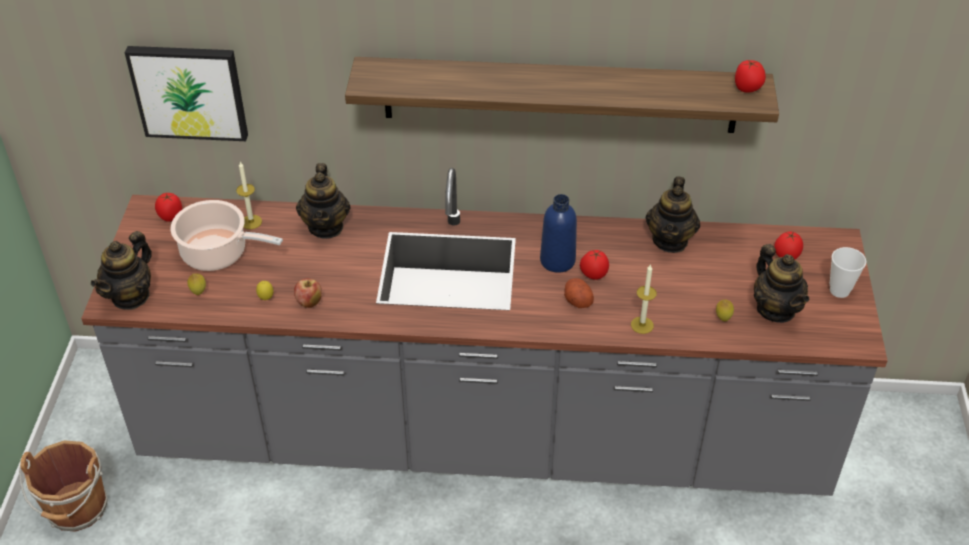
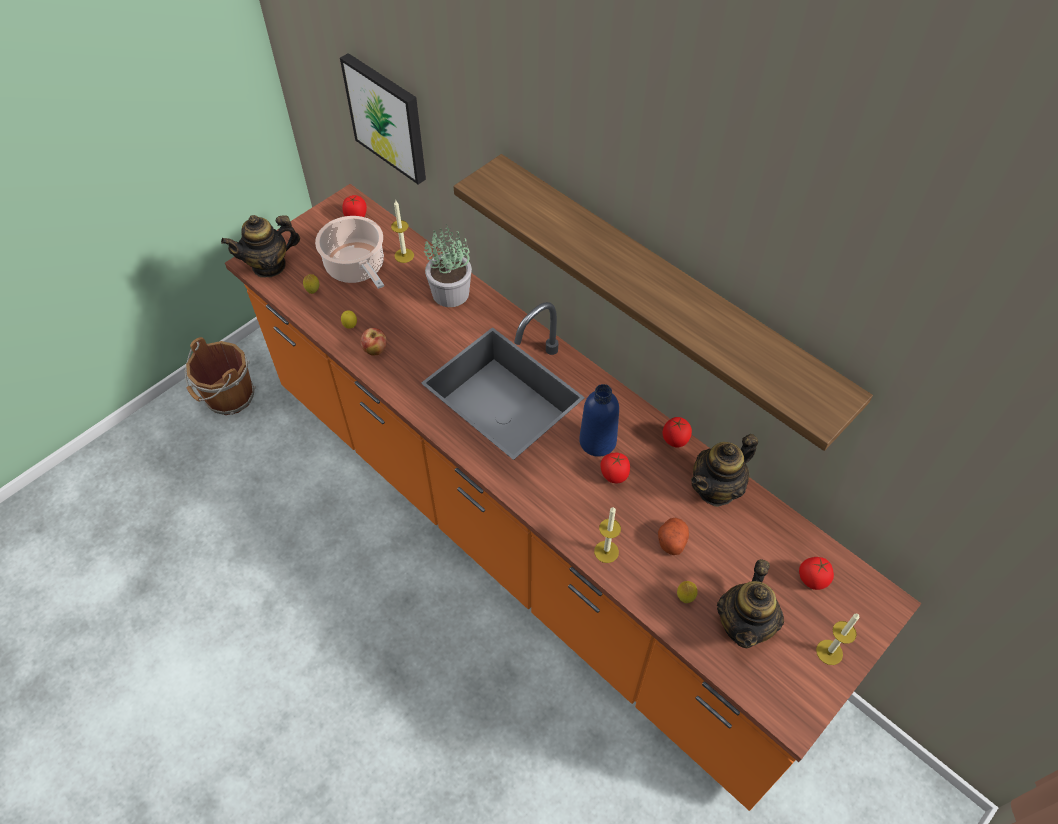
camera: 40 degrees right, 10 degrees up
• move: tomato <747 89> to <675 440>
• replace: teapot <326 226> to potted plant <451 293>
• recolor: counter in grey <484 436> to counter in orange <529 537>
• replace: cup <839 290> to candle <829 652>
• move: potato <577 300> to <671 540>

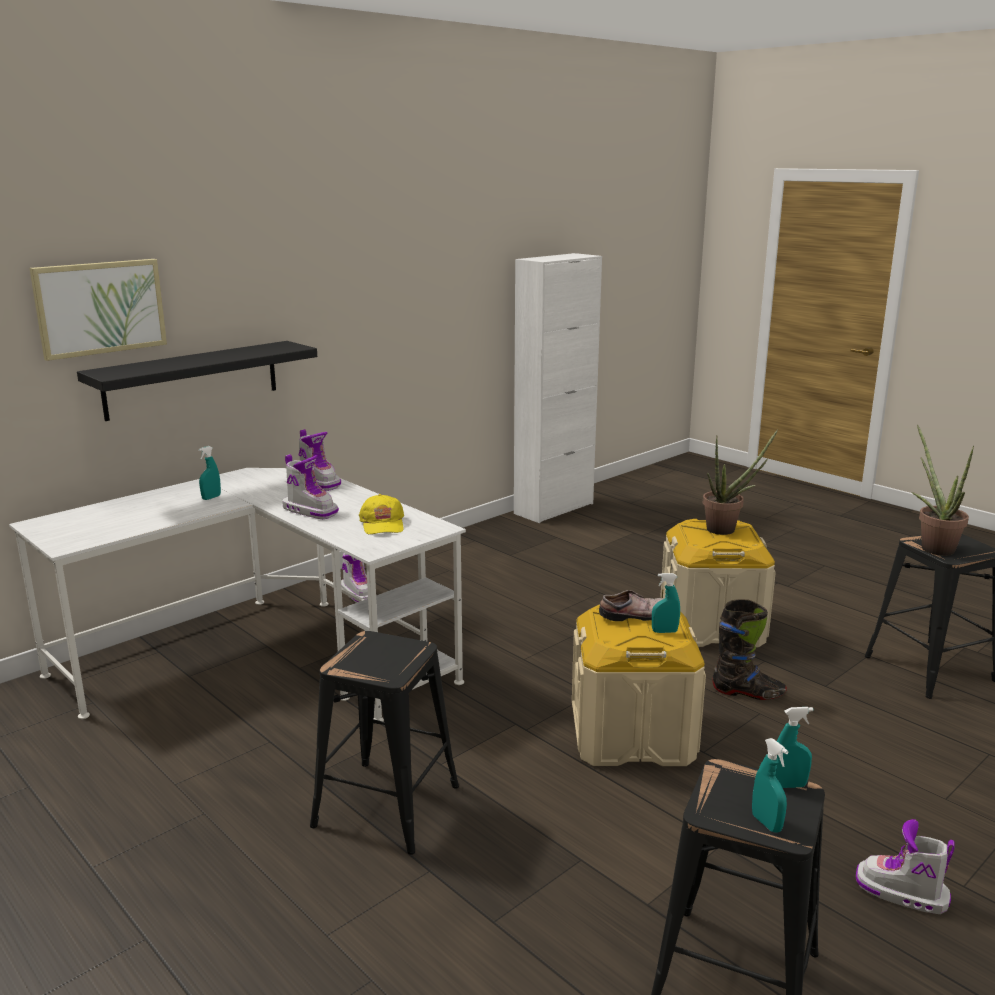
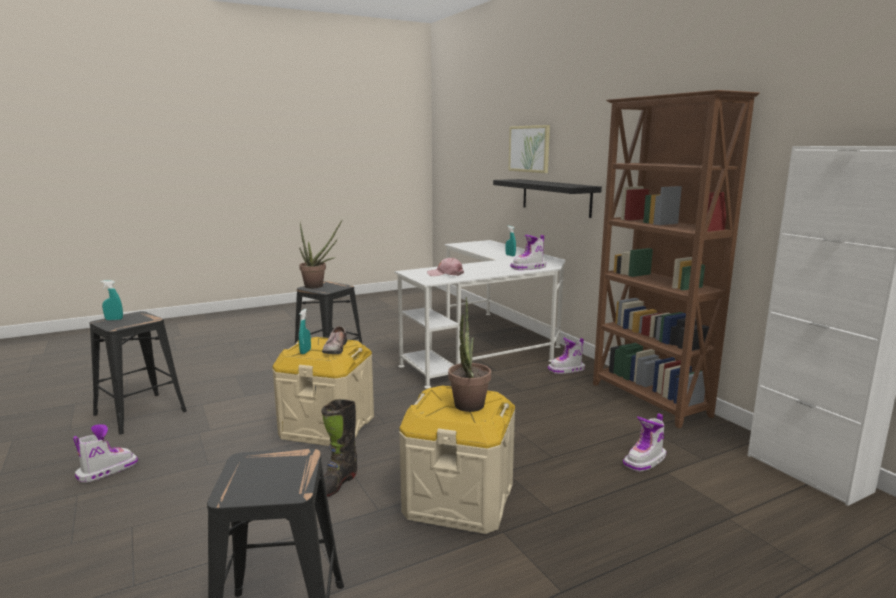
camera: 105 degrees right, 5 degrees down
• move: potted plant <932 546> to <318 286>
• move: boot <310 511> to <645 461>
• recolor: cap in yellow <382 524> to cap in pink <445 274>
• delete: spray bottle in turquoise <788 785>
• insert: bookcase in brown <649 400>

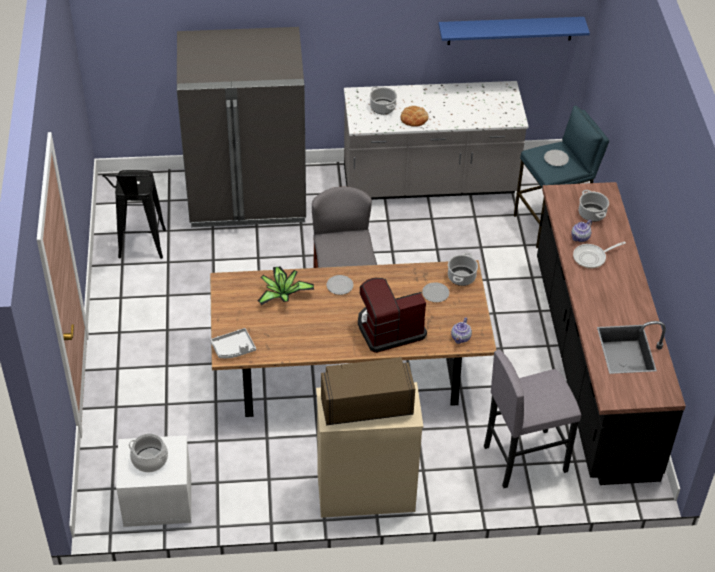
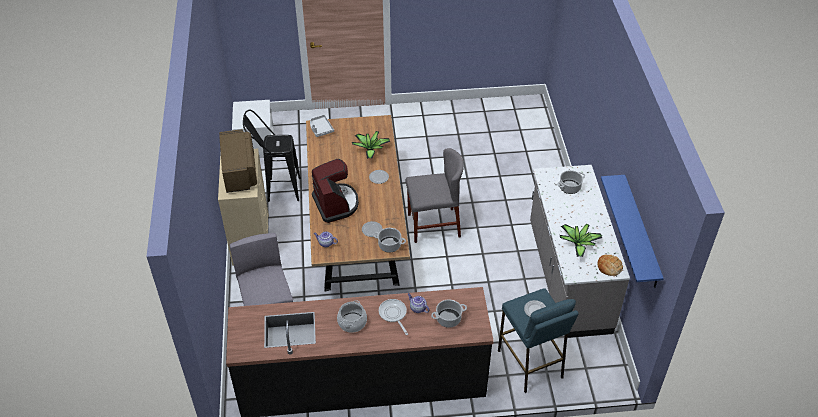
camera: 90 degrees right, 0 degrees up
• delete: fridge in grey <247 197>
• move: bread <414 118> to <609 267>
• move: stool in black <141 250> to <277 190>
• move: cooking pot <150 459> to <352 322>
• insert: potted plant <578 244>

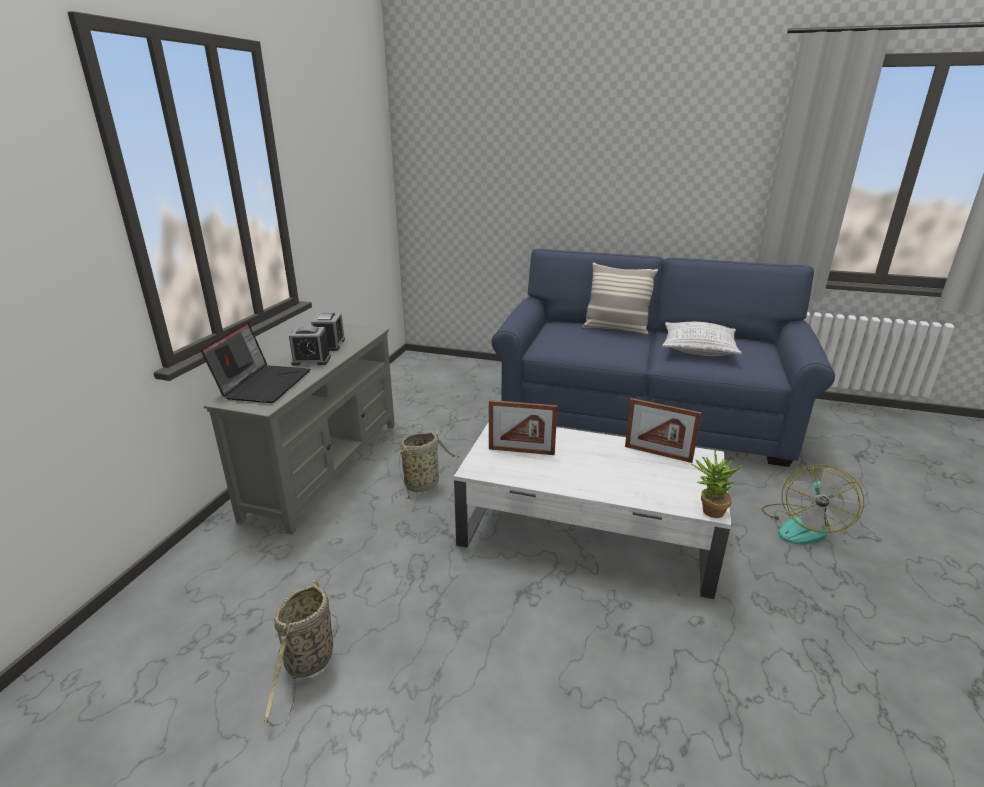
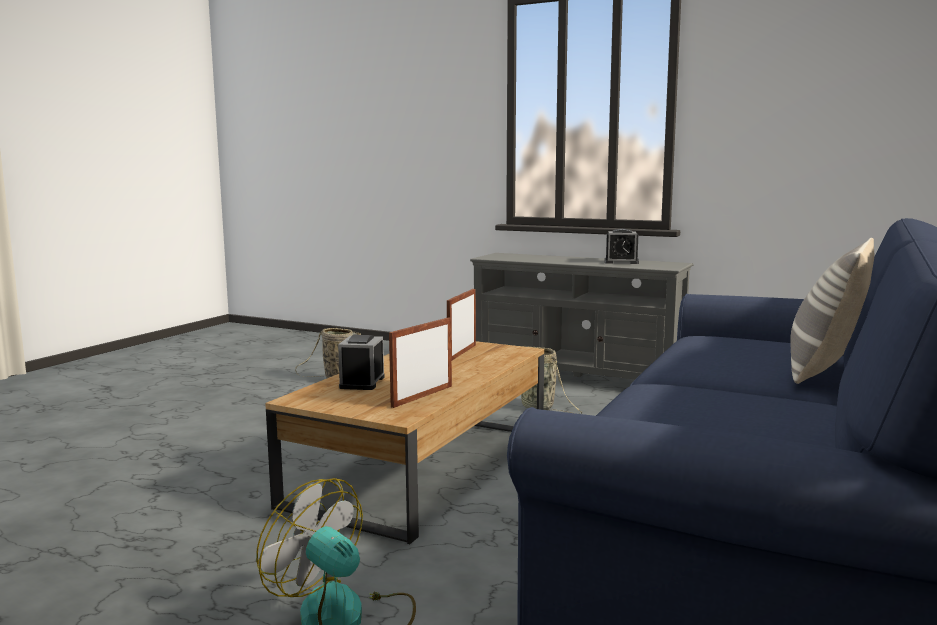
camera: 100 degrees right, 15 degrees down
• delete: laptop <263 384>
• delete: pillow <698 349>
• move: alarm clock <311 360> to <362 382>
• recolor: coffee table in white <588 531> to coffee table in brown <422 467>
• delete: potted plant <708 510>

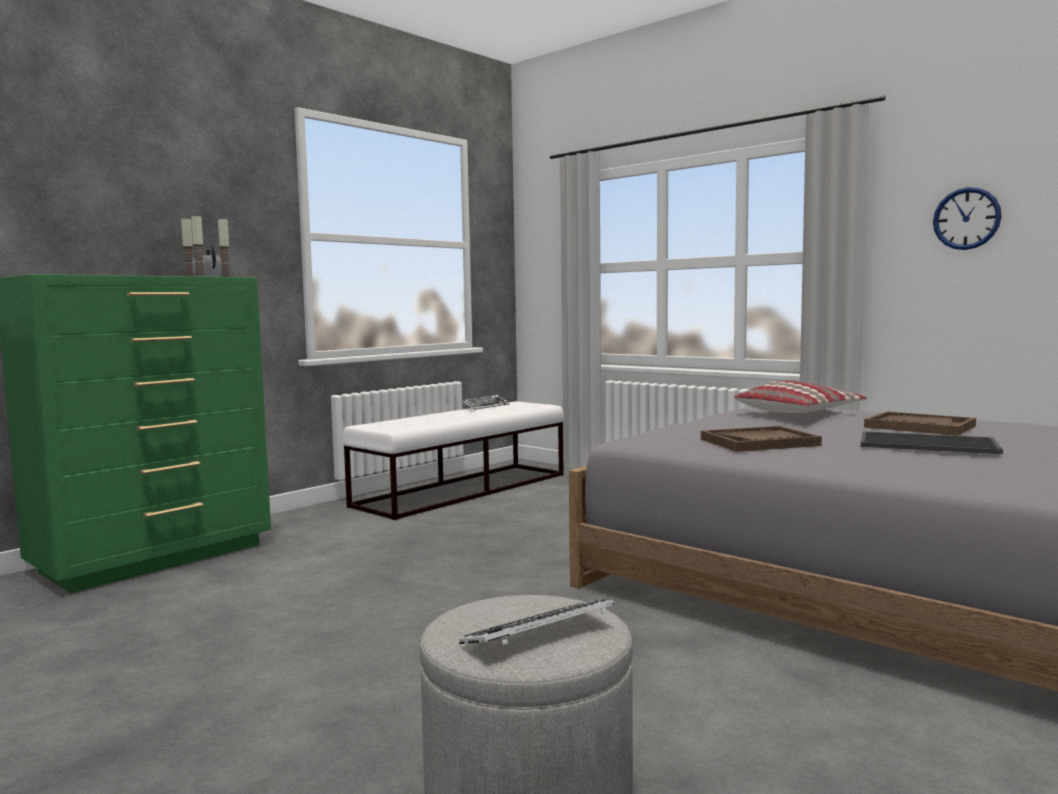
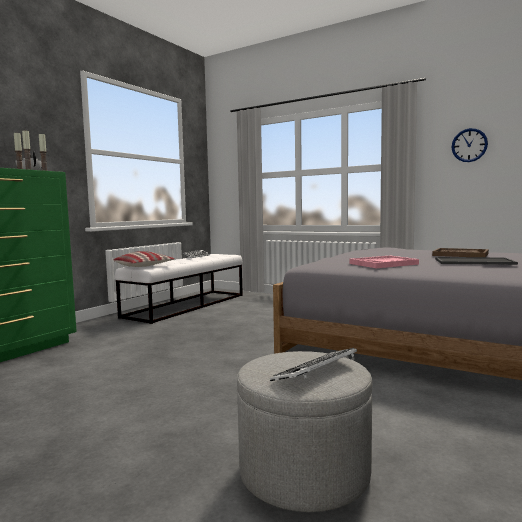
camera: 10 degrees left, 0 degrees up
• move: pillow <799 413> to <144 266>
• recolor: tray in brown <759 442> to tray in pink <383 264>

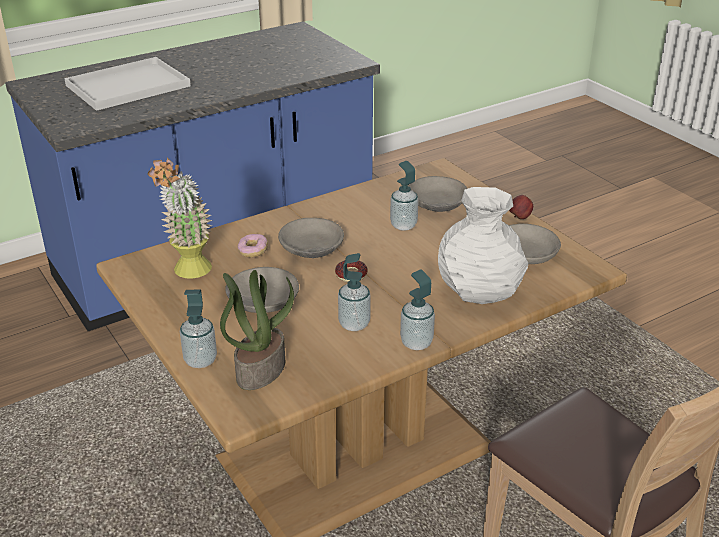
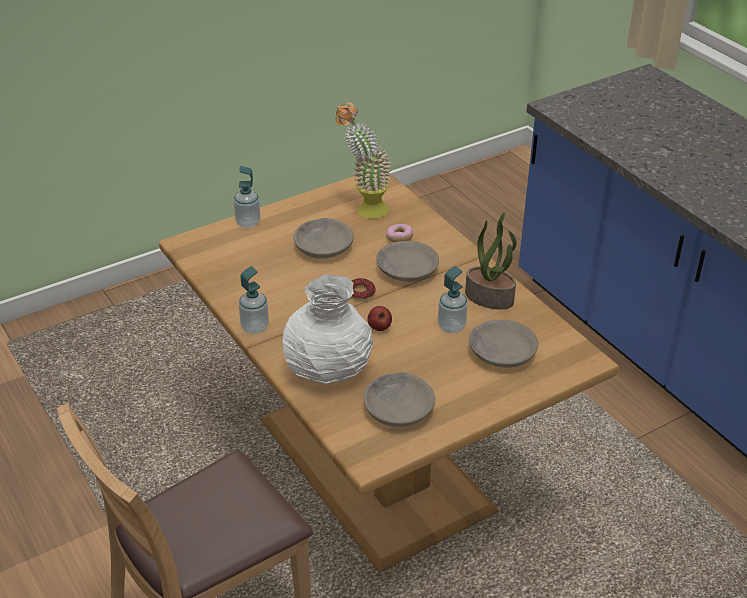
camera: 90 degrees right, 5 degrees up
• delete: tray in white <126 86>
• move: apple <519 217> to <379 327>
• delete: soap dispenser <354 324>
• move: potted plant <260 370> to <490 297>

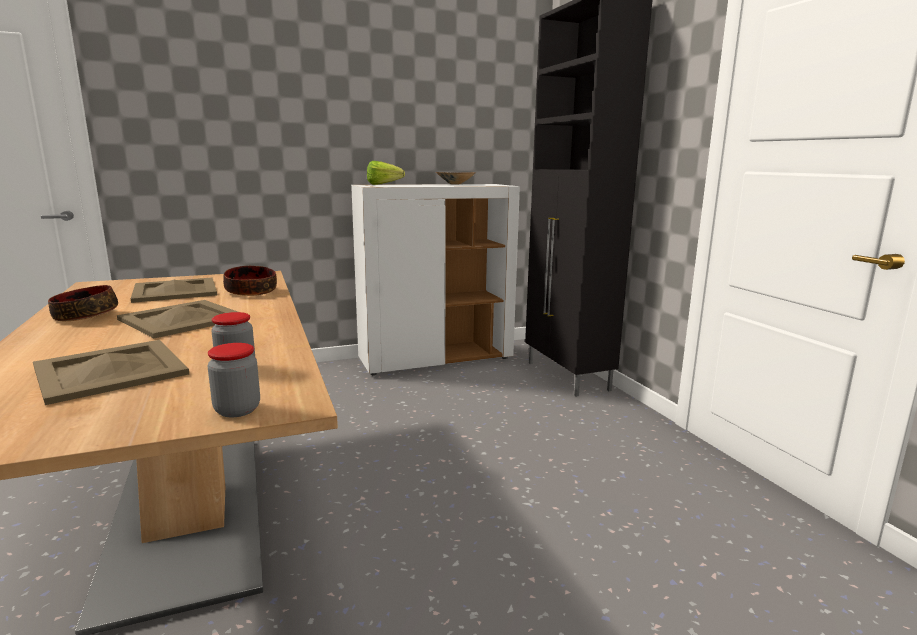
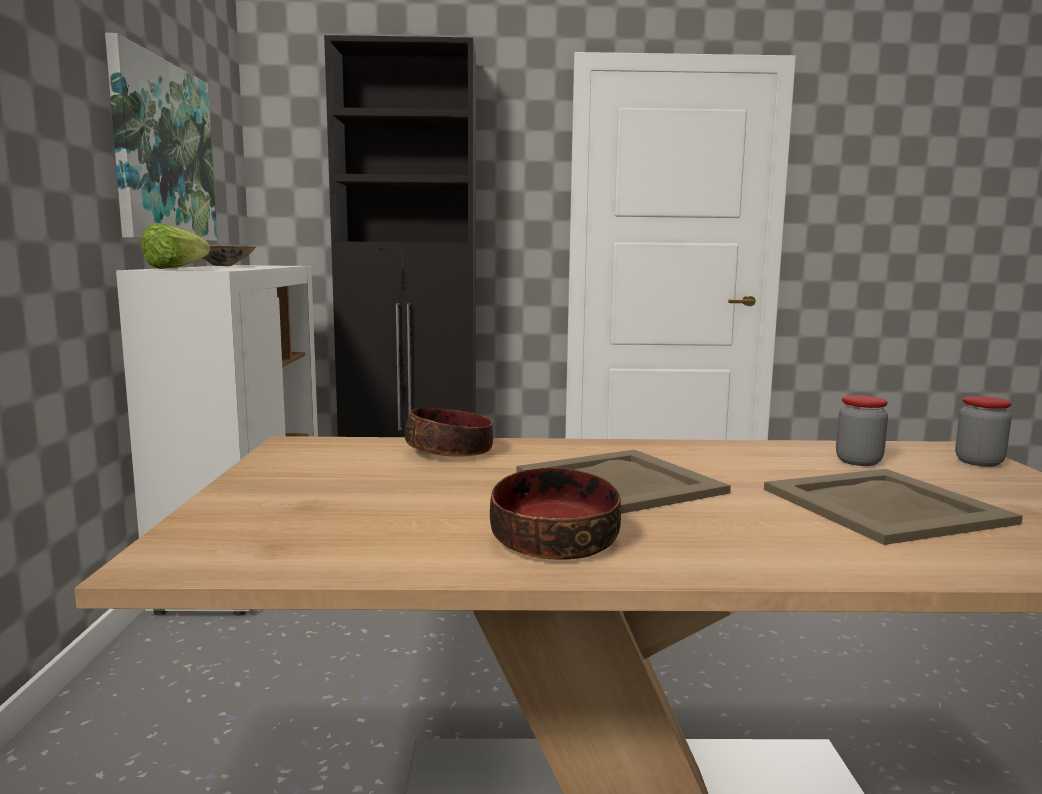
camera: 70 degrees left, 5 degrees down
• delete: tray in beige <174 290>
• insert: picture <162 152>

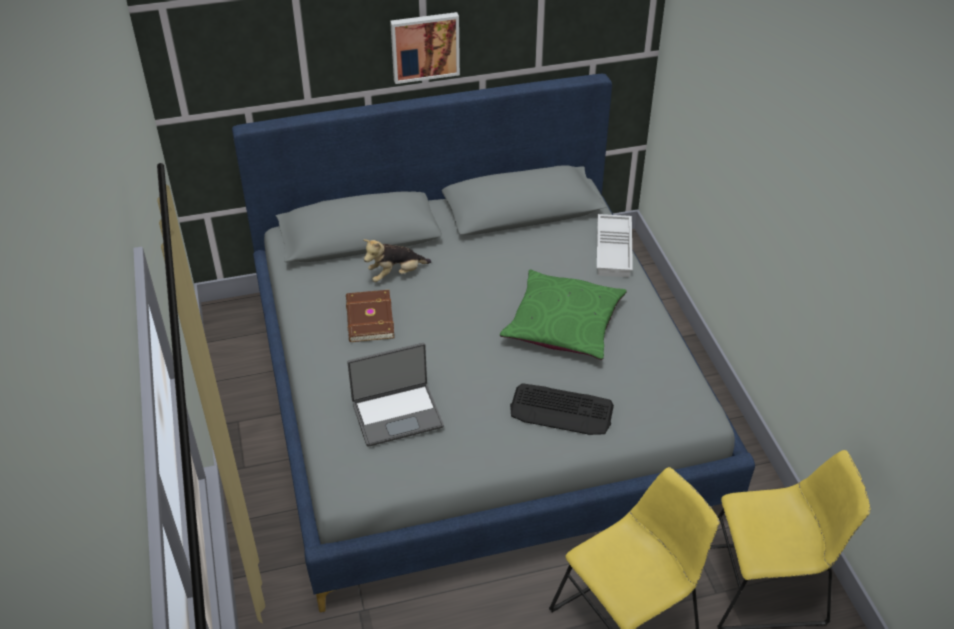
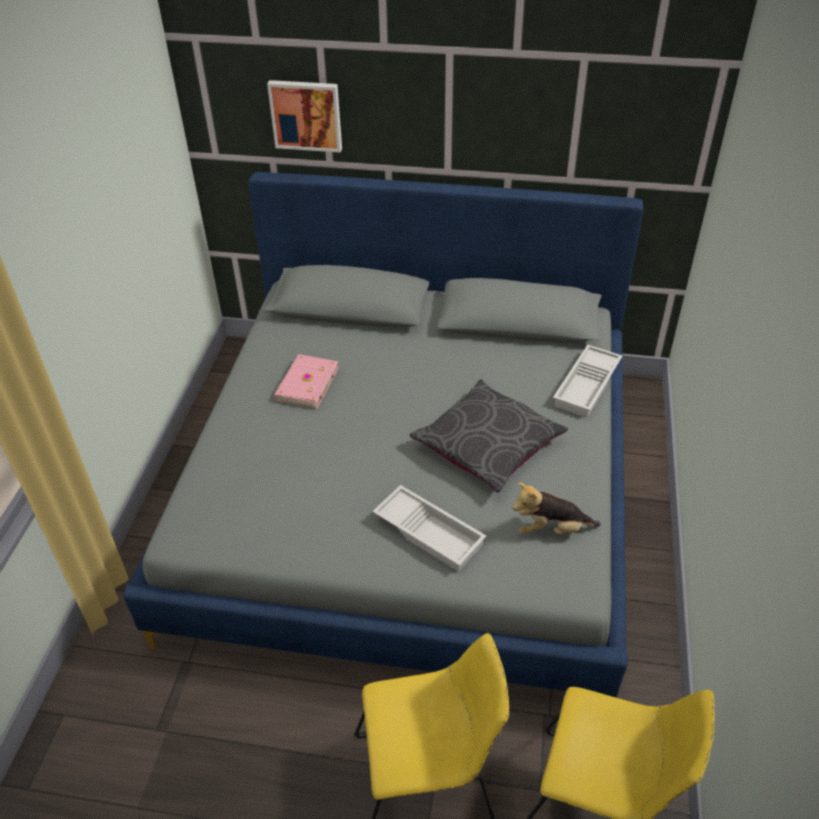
camera: 25 degrees right, 0 degrees up
• move: picture <424 46> to <306 115>
• move: plush toy <396 274> to <551 529>
• recolor: pillow in green <563 324> to pillow in grey <487 444>
• recolor: book in brown <368 319> to book in pink <305 384>
• delete: laptop <397 414>
• replace: keyboard <561 410> to tray in white <430 532>

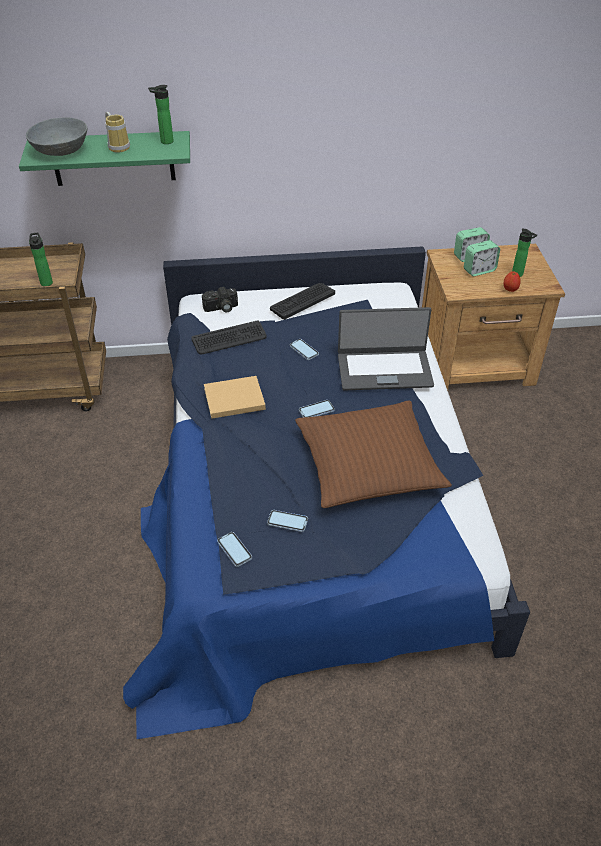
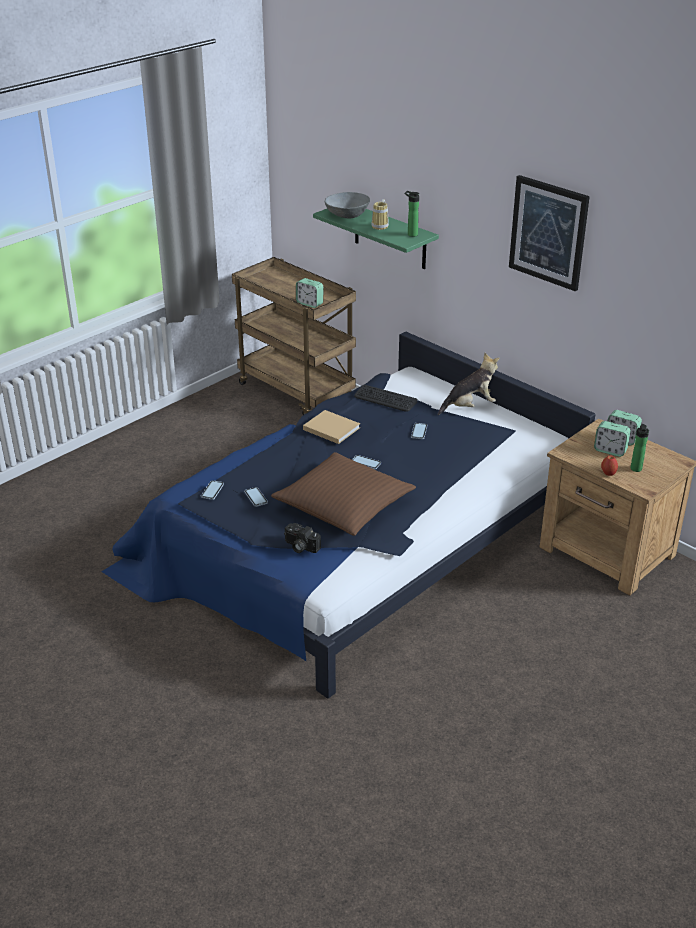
camera: 50 degrees right, 10 degrees down
• replace: bottle <46 282> to alarm clock <309 303>
• replace: keyboard <302 301> to plush toy <469 406>
• move: photo camera <221 308> to <300 546>
• delete: laptop <384 369>
• insert: picture <548 232>

